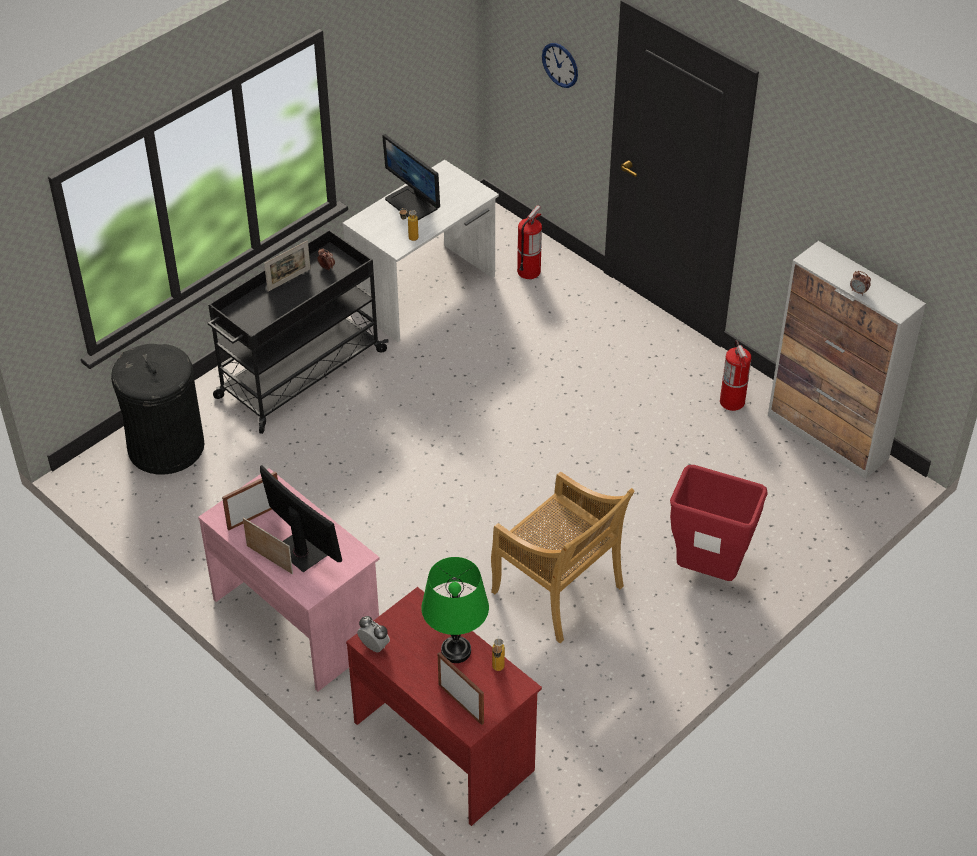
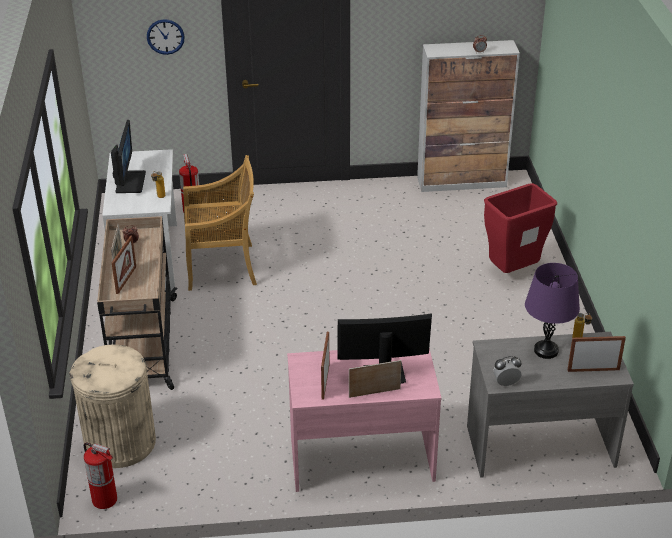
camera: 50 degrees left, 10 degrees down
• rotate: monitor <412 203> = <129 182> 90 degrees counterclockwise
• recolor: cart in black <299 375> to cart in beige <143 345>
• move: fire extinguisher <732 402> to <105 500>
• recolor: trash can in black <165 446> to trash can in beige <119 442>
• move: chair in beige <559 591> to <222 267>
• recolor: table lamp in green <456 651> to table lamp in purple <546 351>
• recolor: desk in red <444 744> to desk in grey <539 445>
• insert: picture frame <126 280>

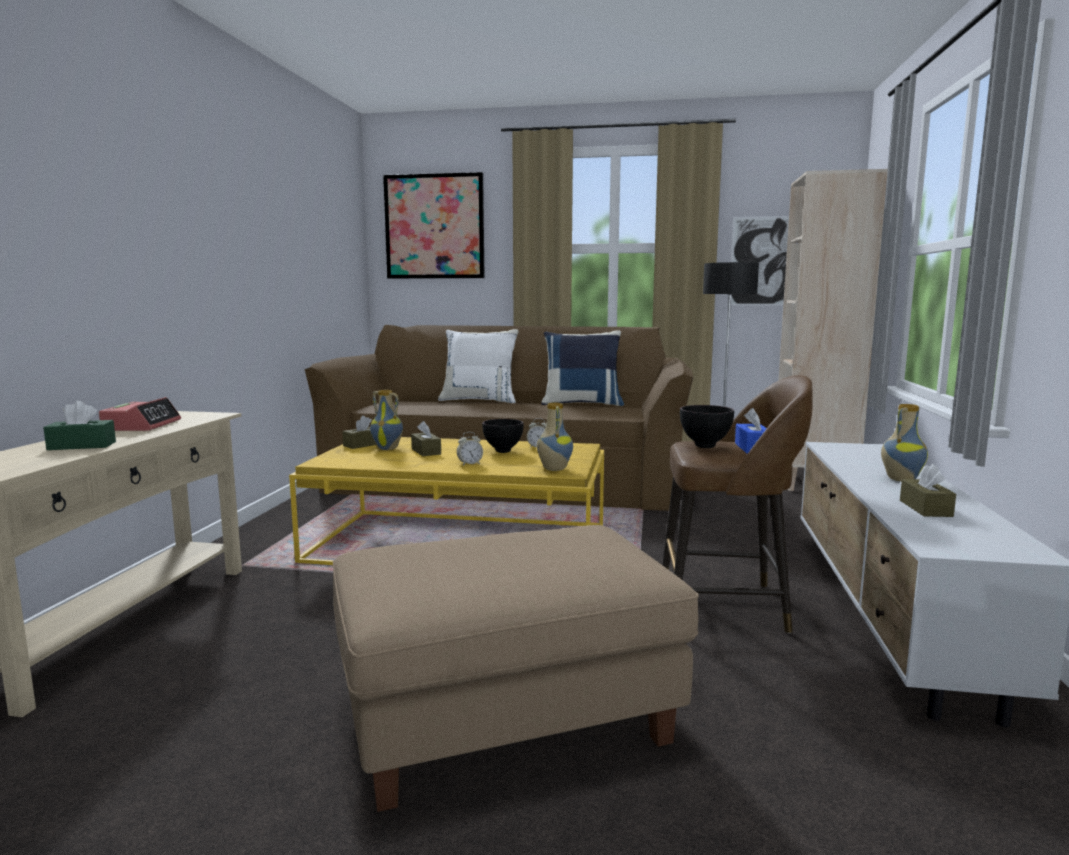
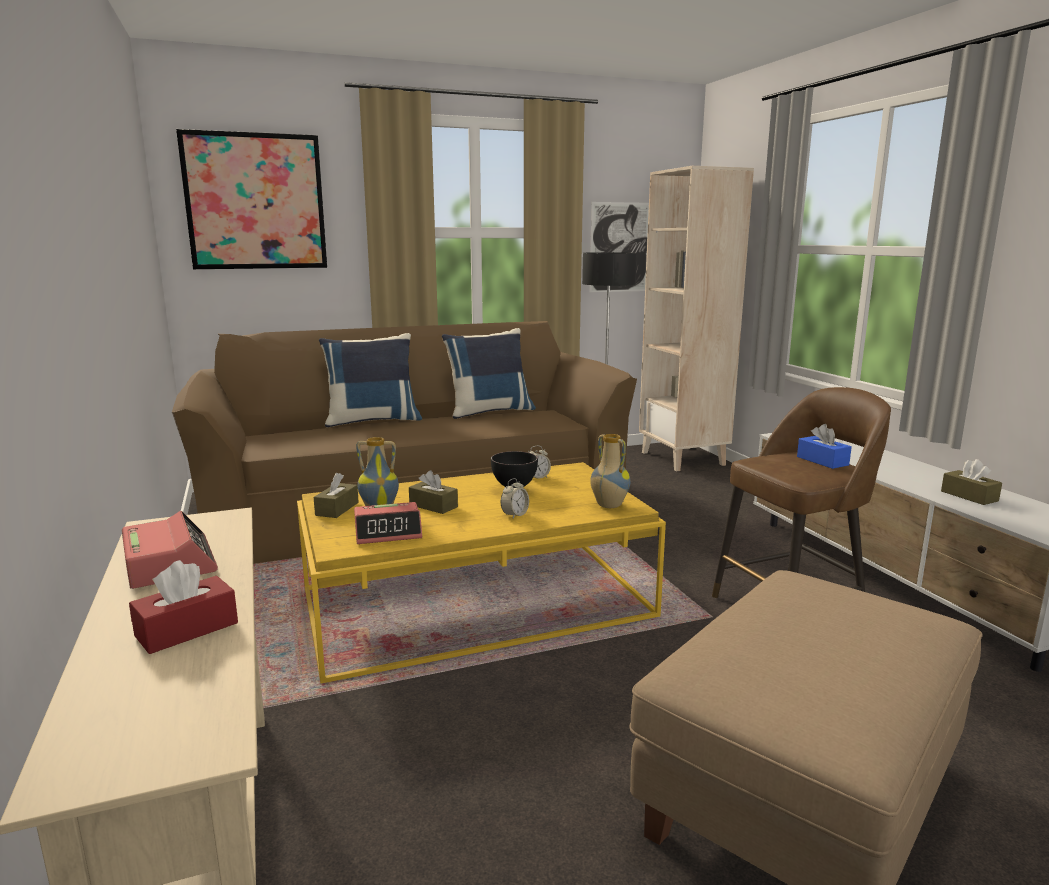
camera: 30 degrees left, 5 degrees up
• recolor: pillow in white <479 400> to pillow in blue <372 420>
• recolor: tissue box in green <82 446> to tissue box in red <187 629>
• delete: vase <900 479>
• delete: bowl in black <705 447>
• insert: alarm clock <388 532>

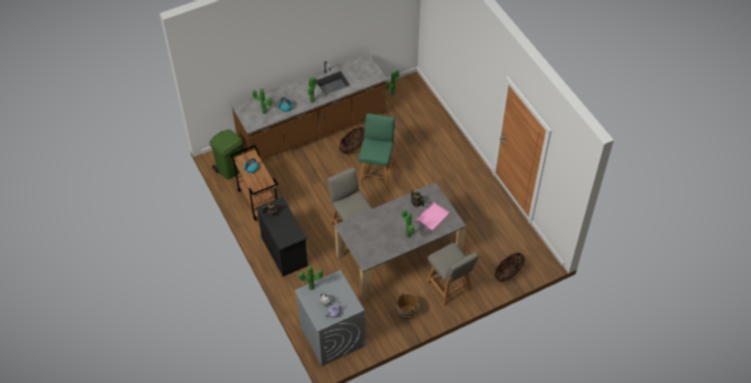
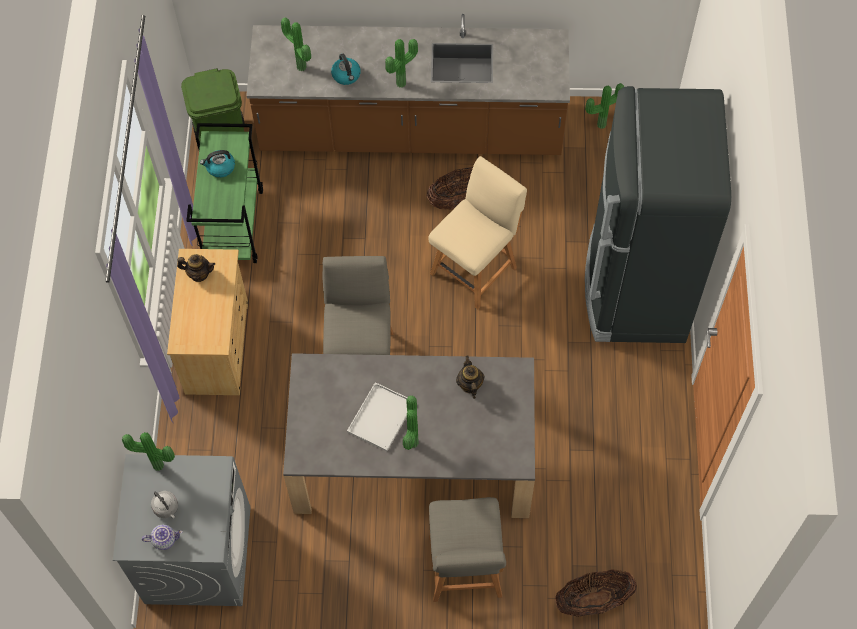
camera: 30 degrees right, 10 degrees up
• recolor: chair in green <376 171> to chair in beige <475 268>
• recolor: cart in brown <258 200> to cart in green <232 225>
• recolor: dresser in black <284 251> to dresser in beige <217 346>
• delete: tray in pink <433 216>
• delete: bucket in brown <407 311>
• insert: fridge in black <635 289>
• insert: tray in white <381 416>

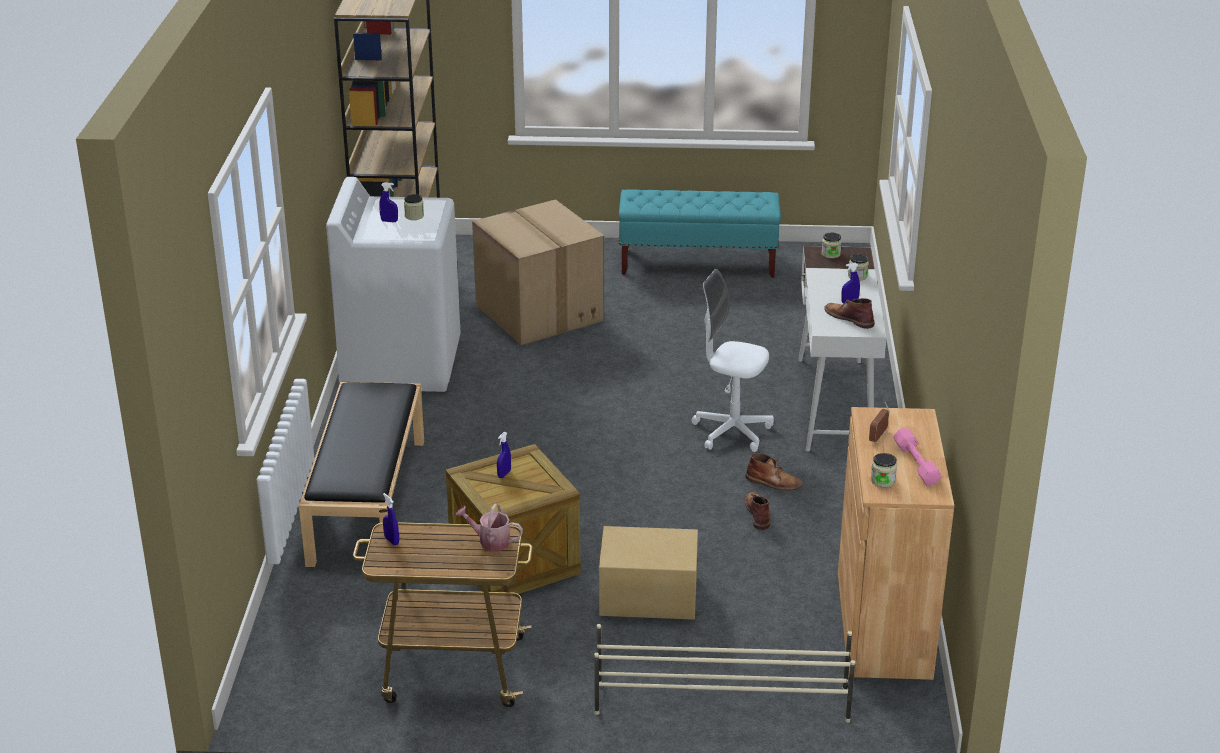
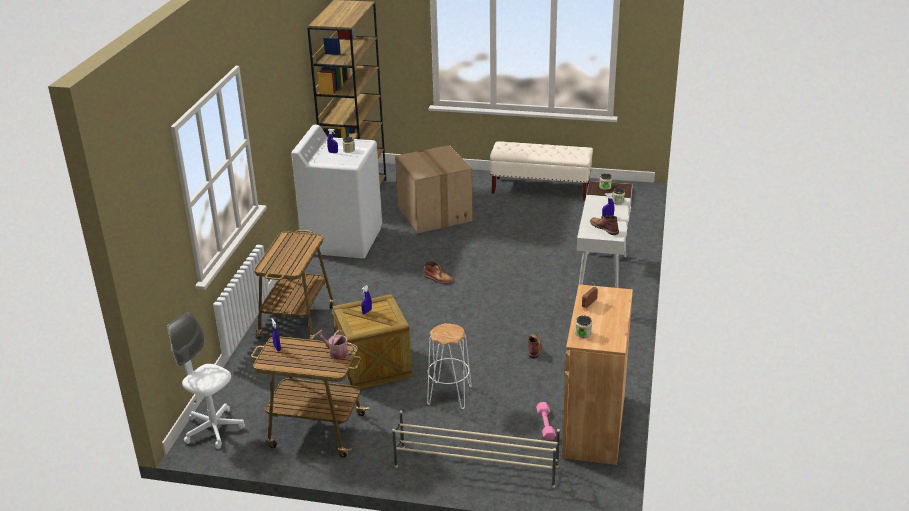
camera: 10 degrees right, 0 degrees up
• recolor: bench in turquoise <698 263> to bench in beige <541 189>
• move: office chair in white <732 432> to <213 429>
• replace: bench in black <367 499> to cart <297 321>
• move: dumbbell in pink <916 463> to <546 425>
• move: boot in brown <774 482> to <439 279>
• replace: cardboard box <647 597> to stool in white <449 395>

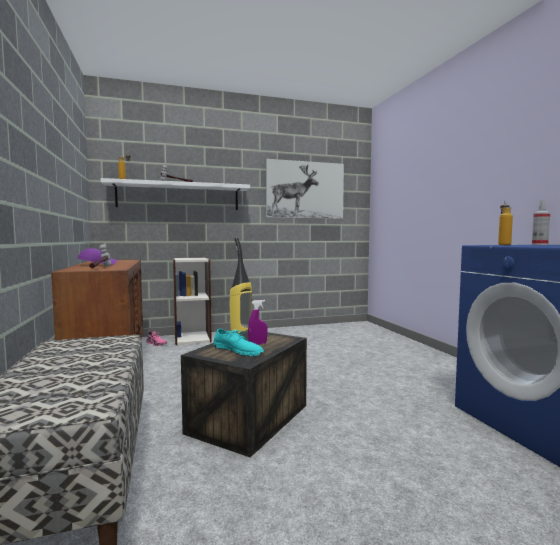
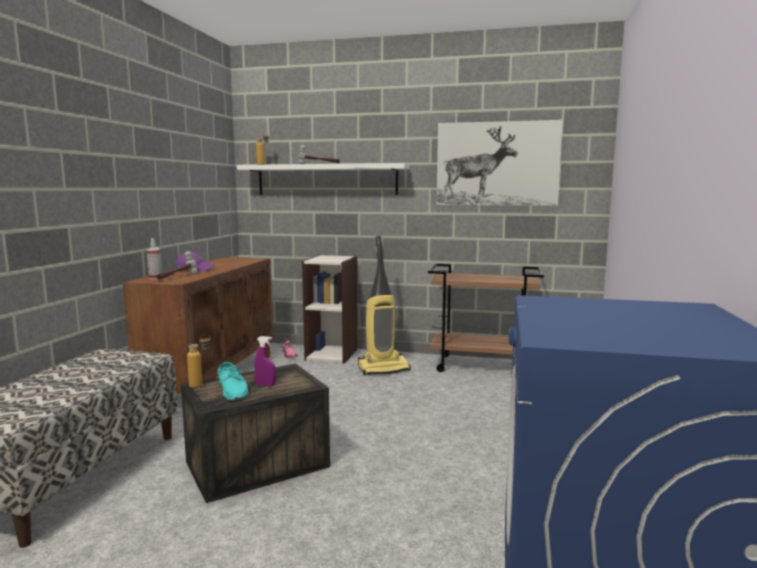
camera: 30 degrees right, 5 degrees up
• move: bottle <503 244> to <201 384>
• move: spray bottle <539 244> to <155 278>
• insert: cart in brown <483 366>

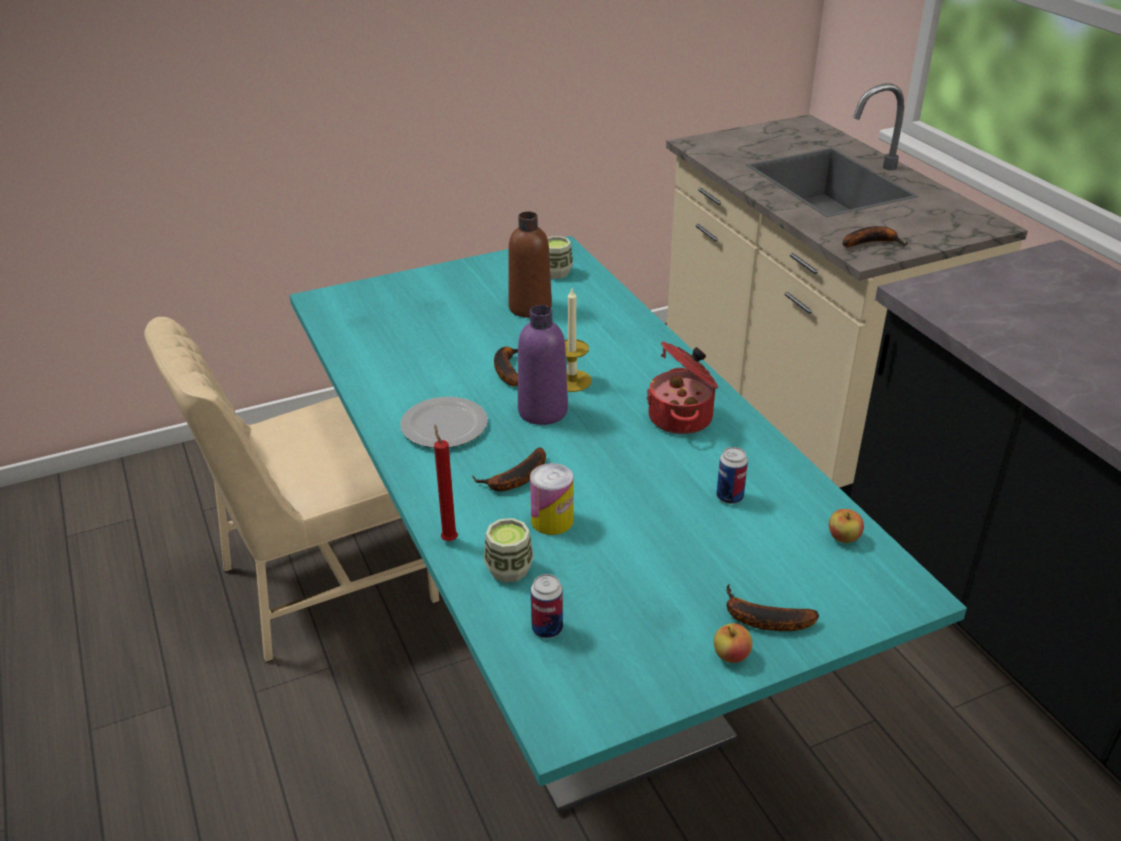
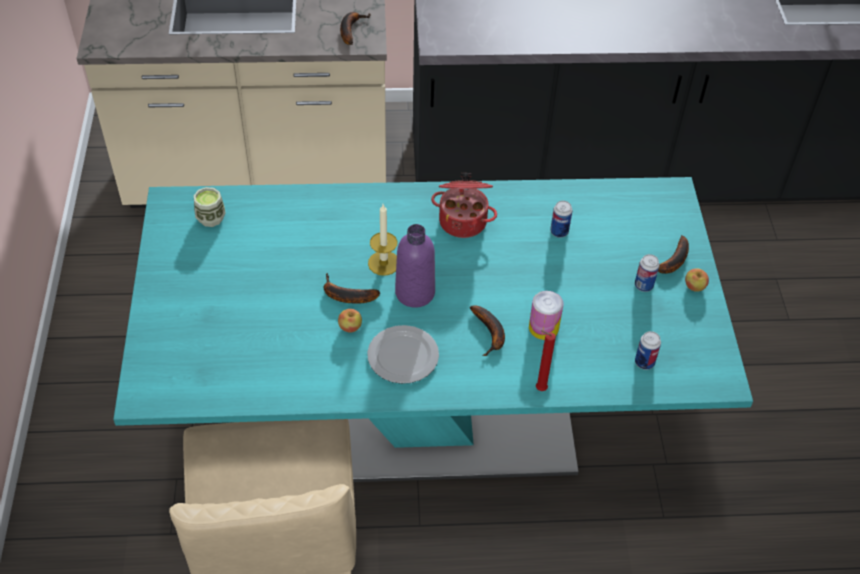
camera: 70 degrees left, 15 degrees up
• delete: bottle in brown <530 308>
• move: apple <843 538> to <350 327>
• delete: cup <509 569>
• insert: can <643 285>

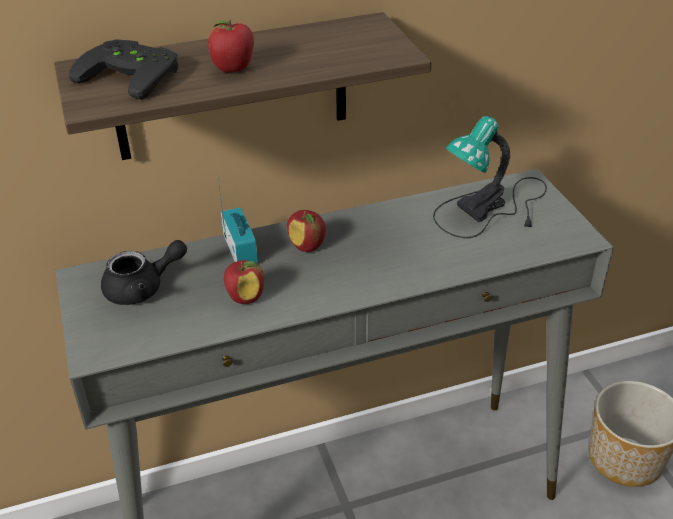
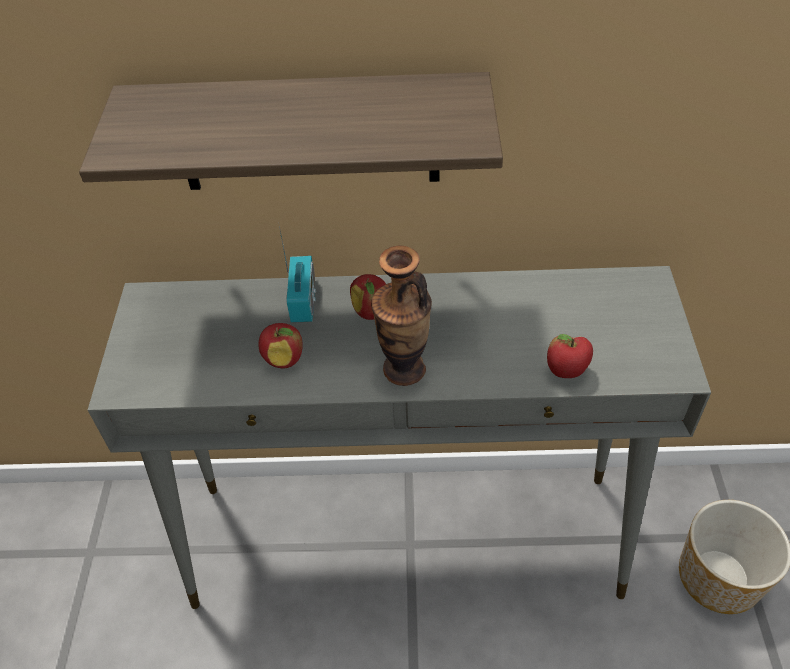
camera: 20 degrees right, 10 degrees up
• move: apple <233 70> to <566 372>
• delete: game controller in black <133 74>
• delete: table lamp <492 208>
• delete: teapot in black <143 288>
• insert: vase <404 369>

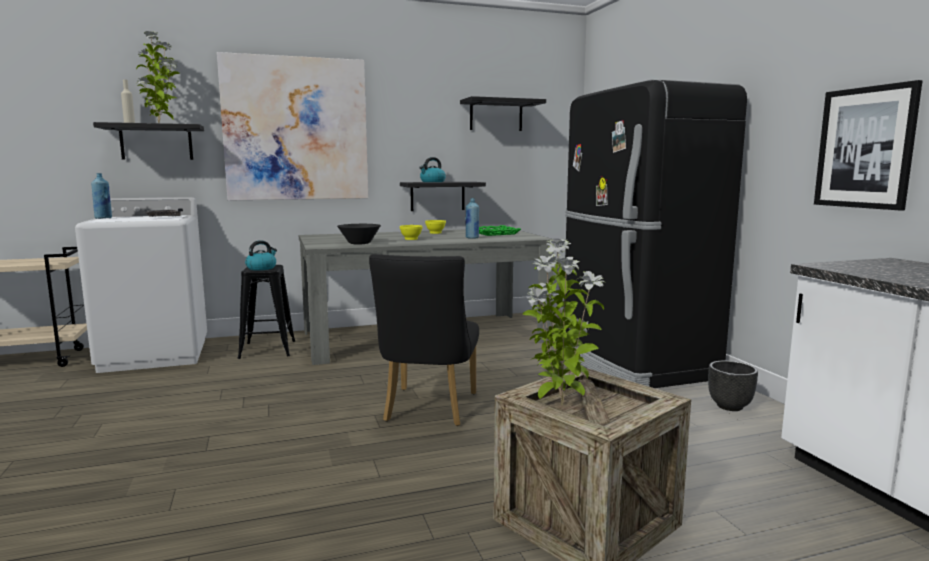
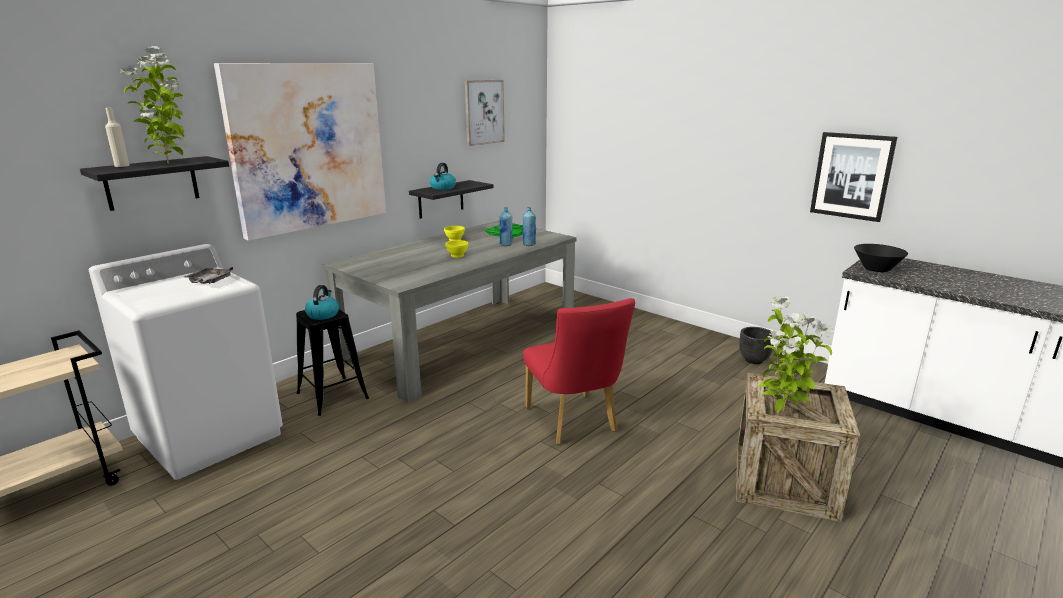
camera: 30 degrees left, 10 degrees up
• delete: fridge in black <632 362>
• replace: shelf in black <496 116> to picture <484 112>
• move: bottle in blue <103 218> to <529 244>
• move: bowl in black <359 243> to <876 269>
• recolor: chair in black <428 410> to chair in red <574 423>

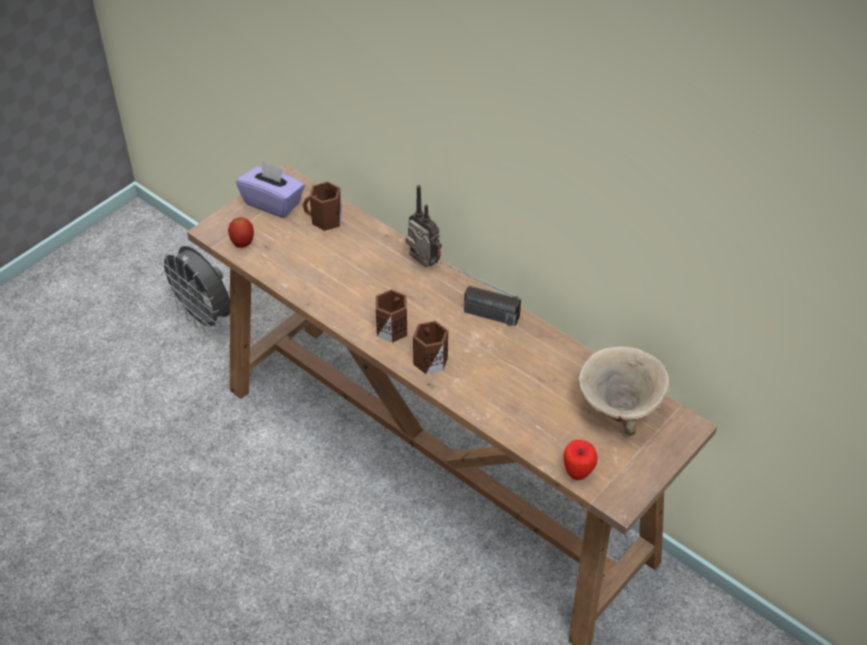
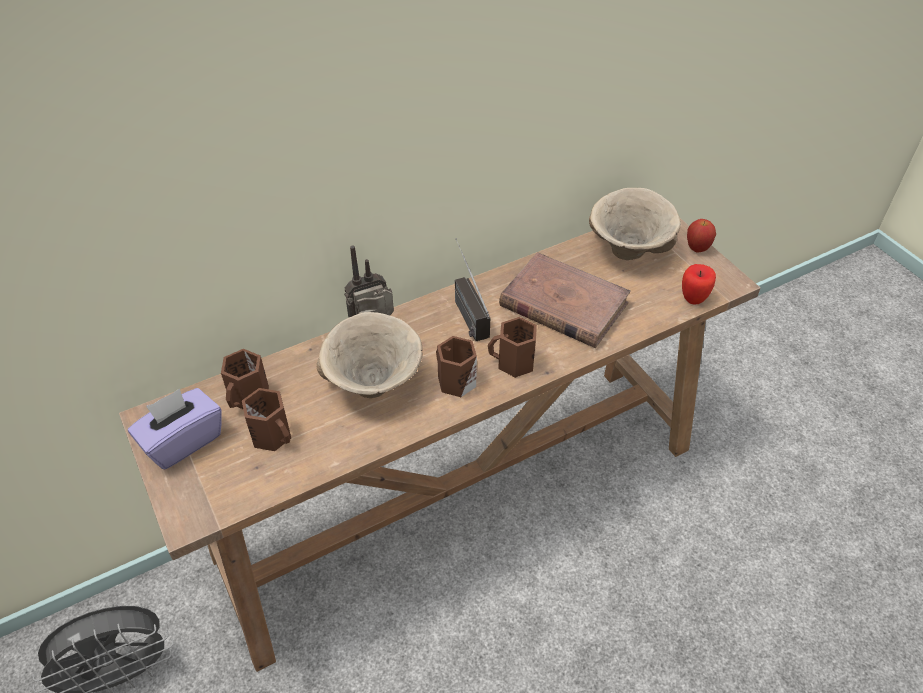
camera: 70 degrees left, 0 degrees up
• move: apple <243 244> to <697 248>
• rotate: radio <477 312> = <464 309> 120 degrees clockwise
• insert: book in brown <563 304>
• insert: bowl in beige <374 387>
• insert: mug in brown <273 434>

